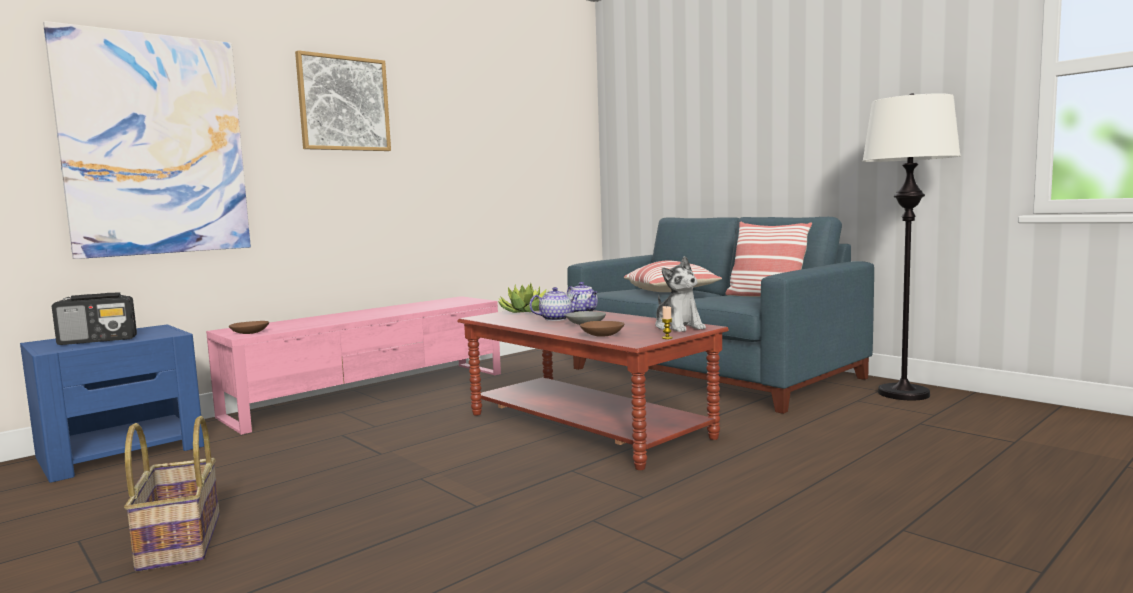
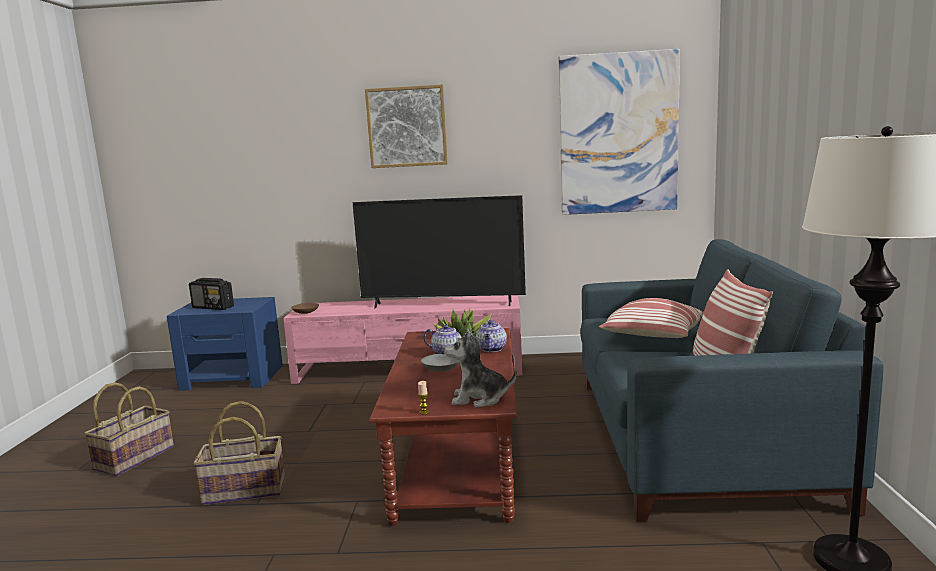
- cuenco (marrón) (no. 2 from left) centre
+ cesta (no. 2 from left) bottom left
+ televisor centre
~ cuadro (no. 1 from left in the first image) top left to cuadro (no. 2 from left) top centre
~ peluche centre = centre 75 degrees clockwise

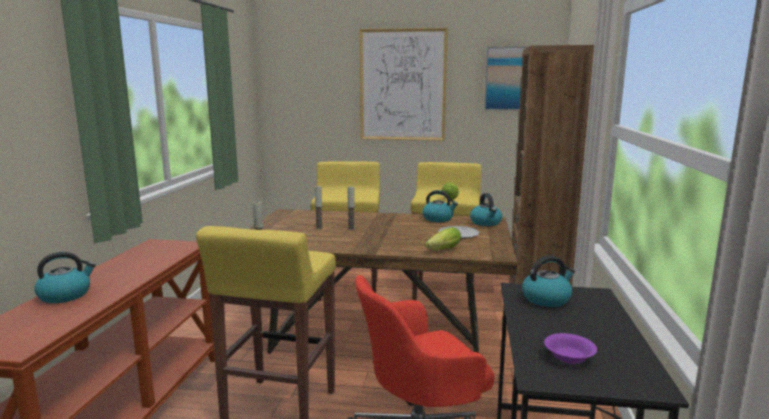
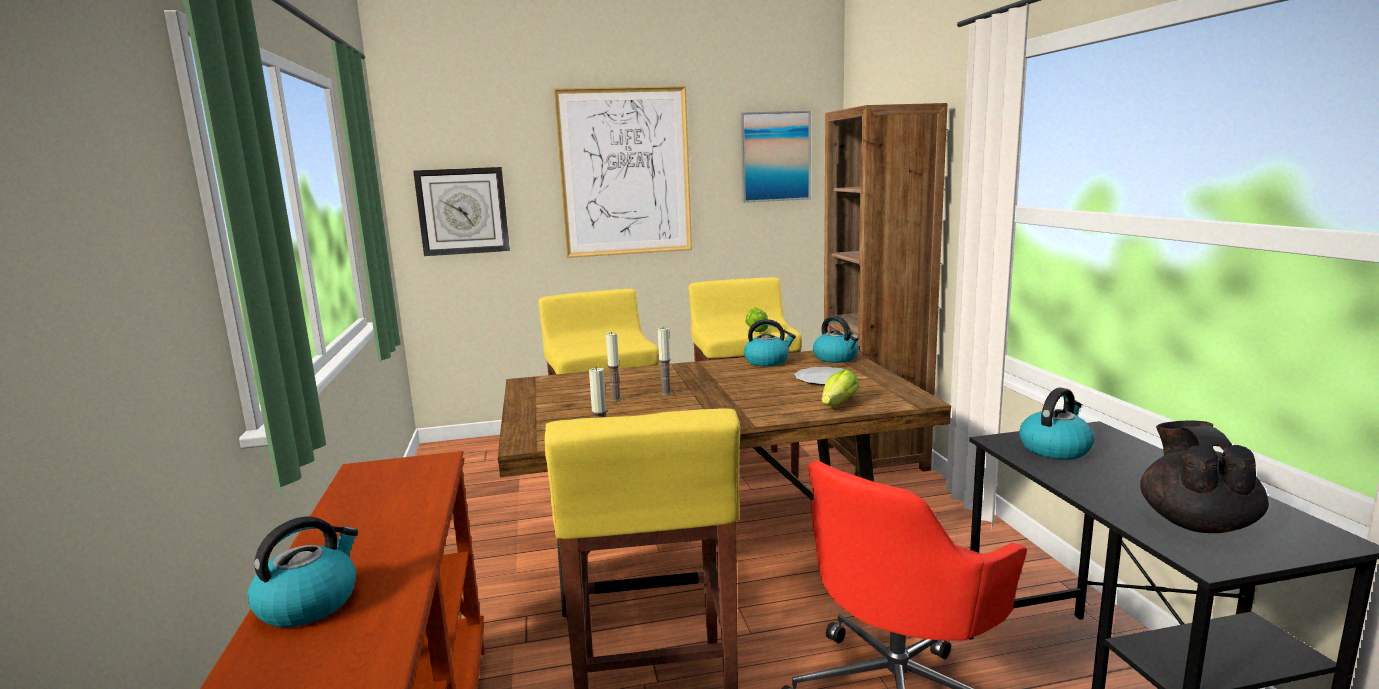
+ reloj de pared top centre
~ cuenco (morado) bottom right to tetera (negro) bottom right

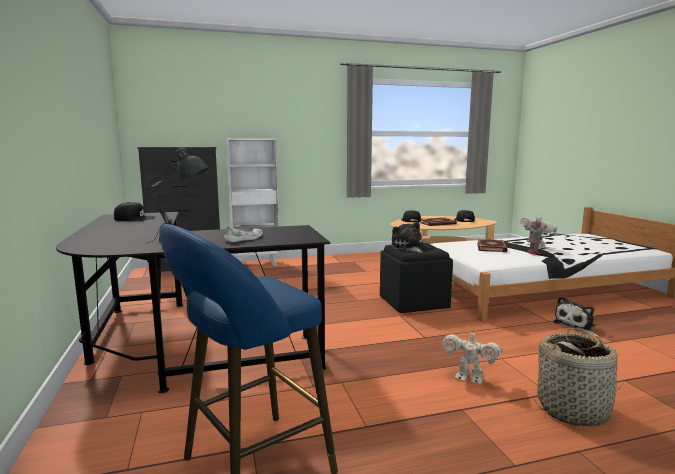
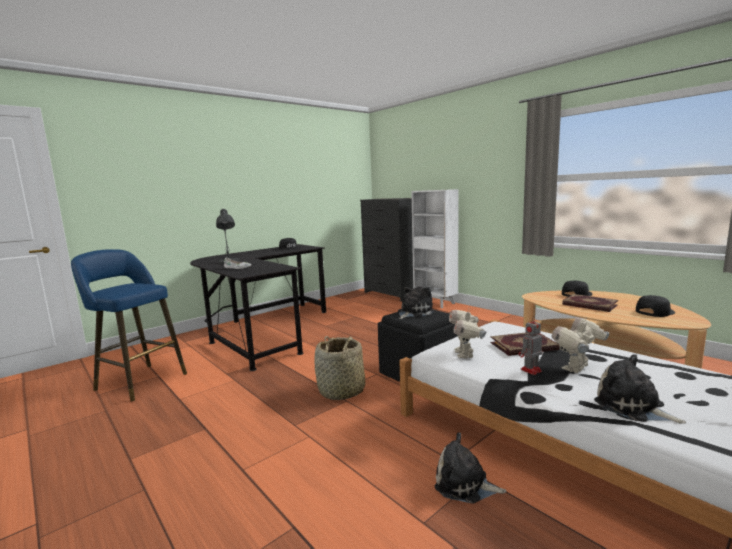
+ peluche (no. 3 from left) bottom right
~ robot de juguete (no. 1 from left) bottom right to centre
~ cesta bottom right to bottom centre

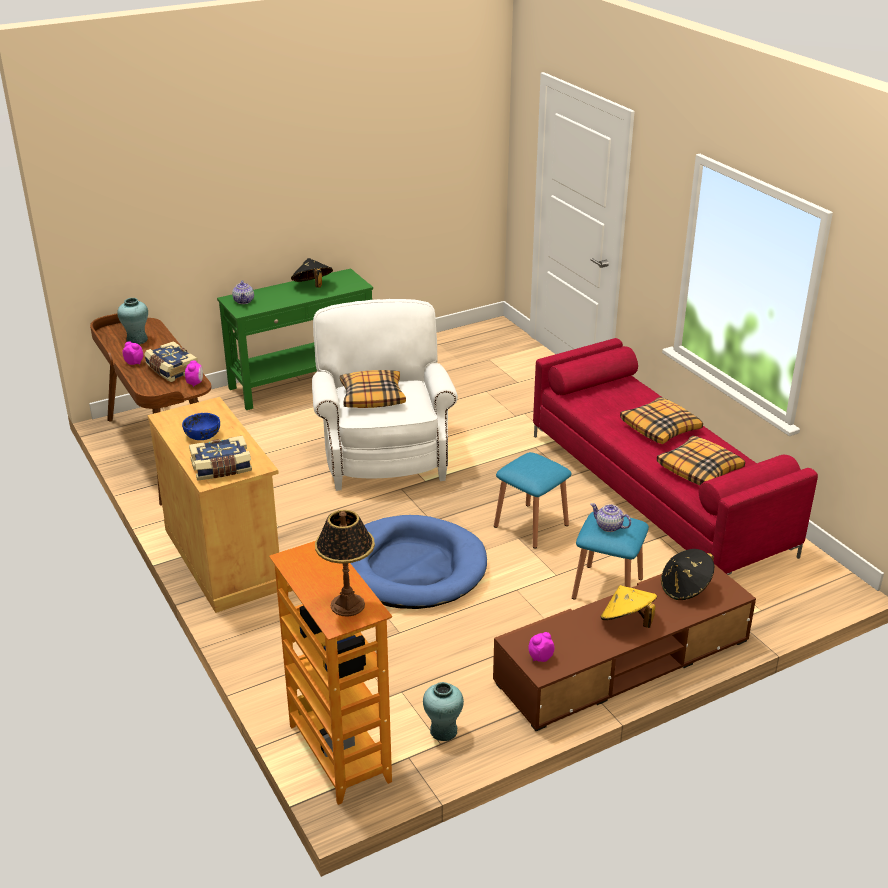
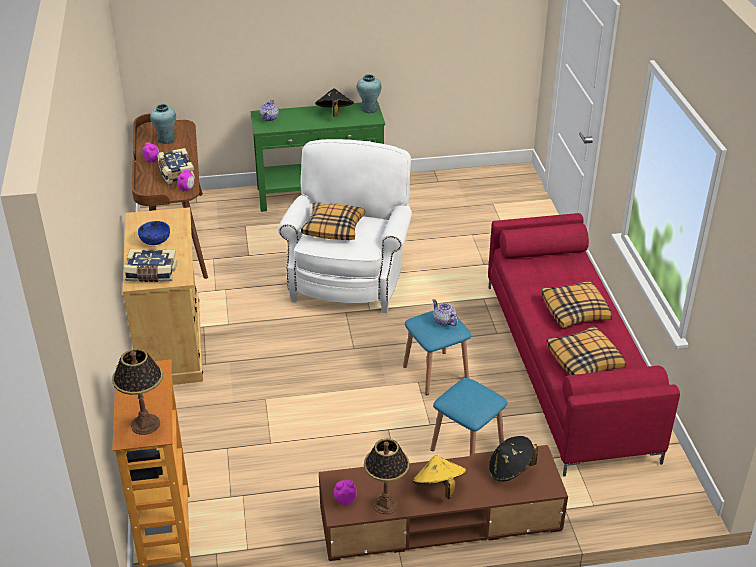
- cama para perro (azul) centre
+ lámpara de mesa (no. 2 from left) bottom centre
~ florero (turquesa) (no. 2 from left) bottom centre to top centre
~ tetera (no. 2 from left) middle right to centre

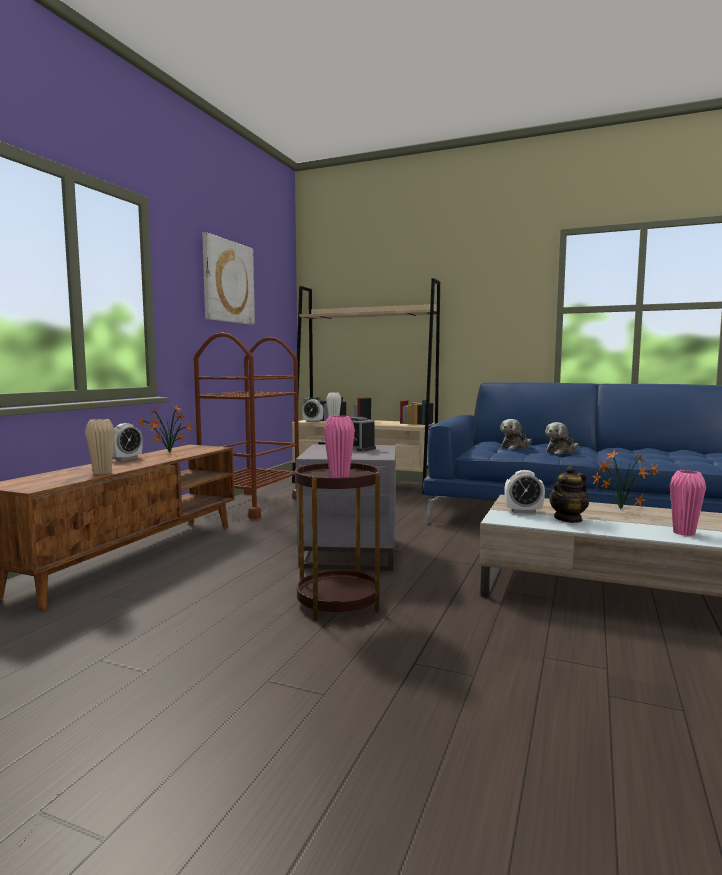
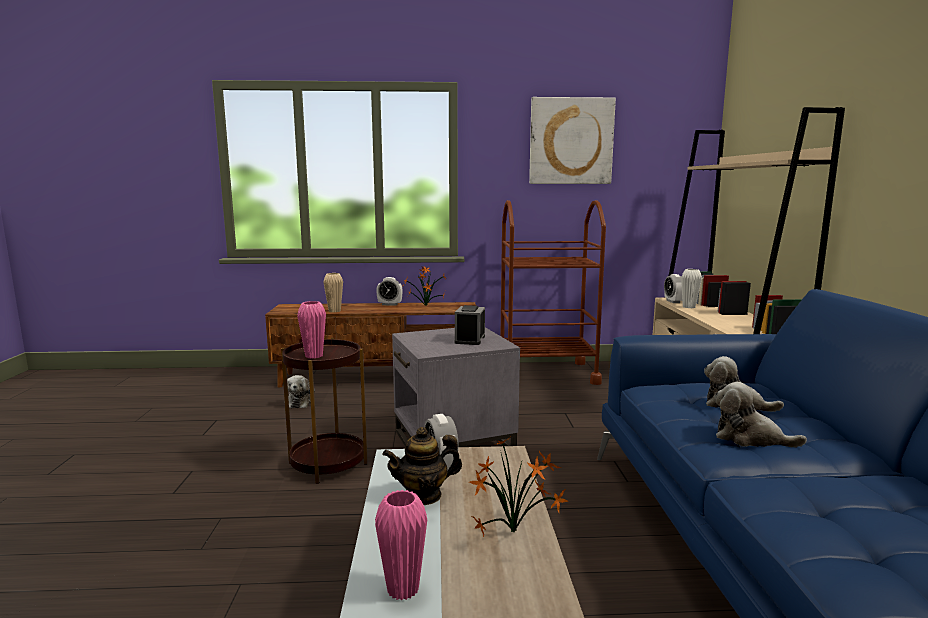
+ peluche (no. 1 from left) middle left
~ tetera middle right = bottom centre 45 degrees counterclockwise

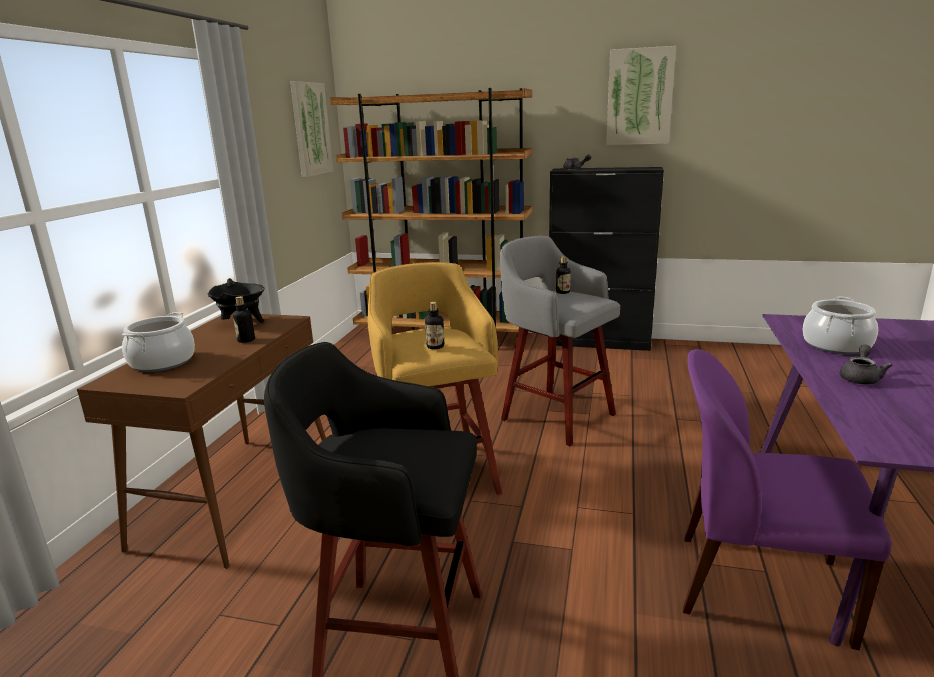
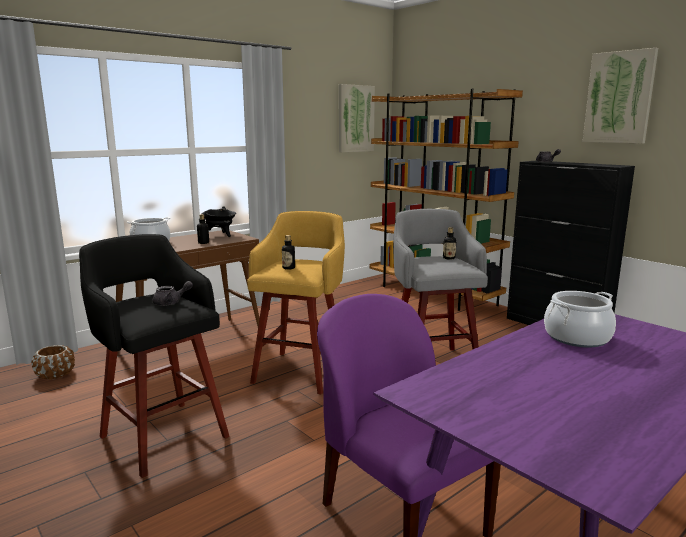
+ maceta (marrón) bottom left
~ tetera (gris) (no. 2 from left in the first image) middle right to tetera (gris) (no. 1 from left) middle left

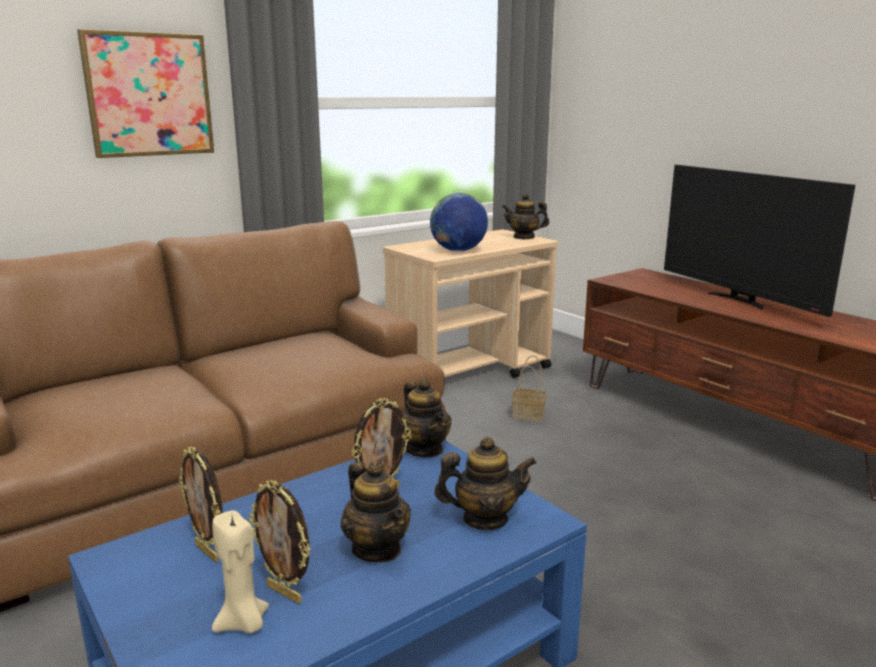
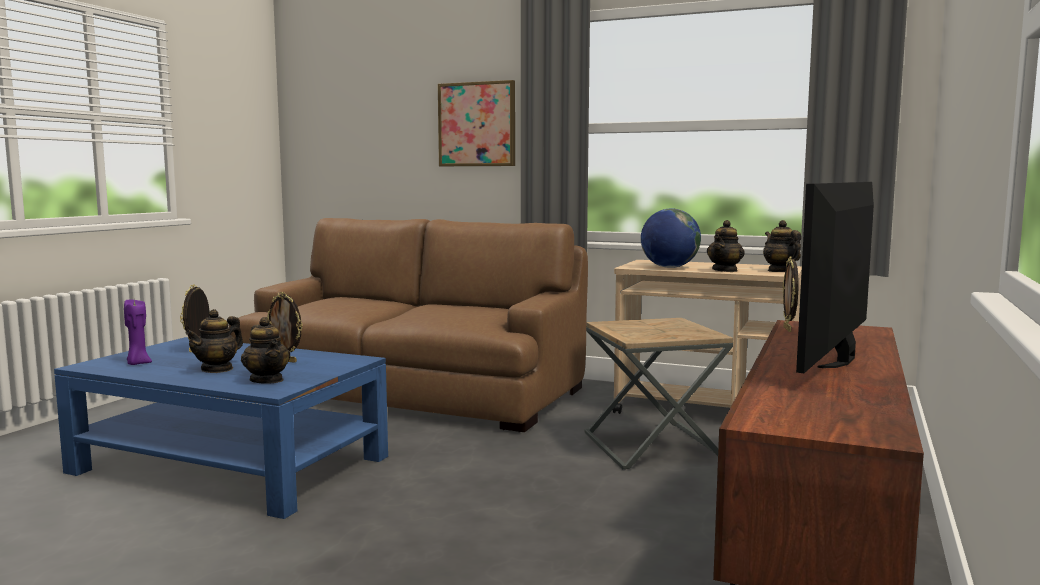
~ portarretratos (no. 2 from left in the first image) bottom left to portarretratos (no. 3 from left) middle right
~ tetera (no. 2 from left in the first image) centre to tetera (no. 3 from left) middle right
~ cesta centre to mesa auxiliar (marrón) bottom centre
~ vela (beis) bottom left to vela (morado) middle left

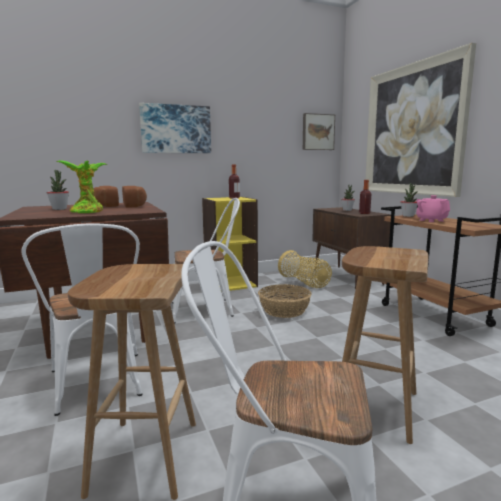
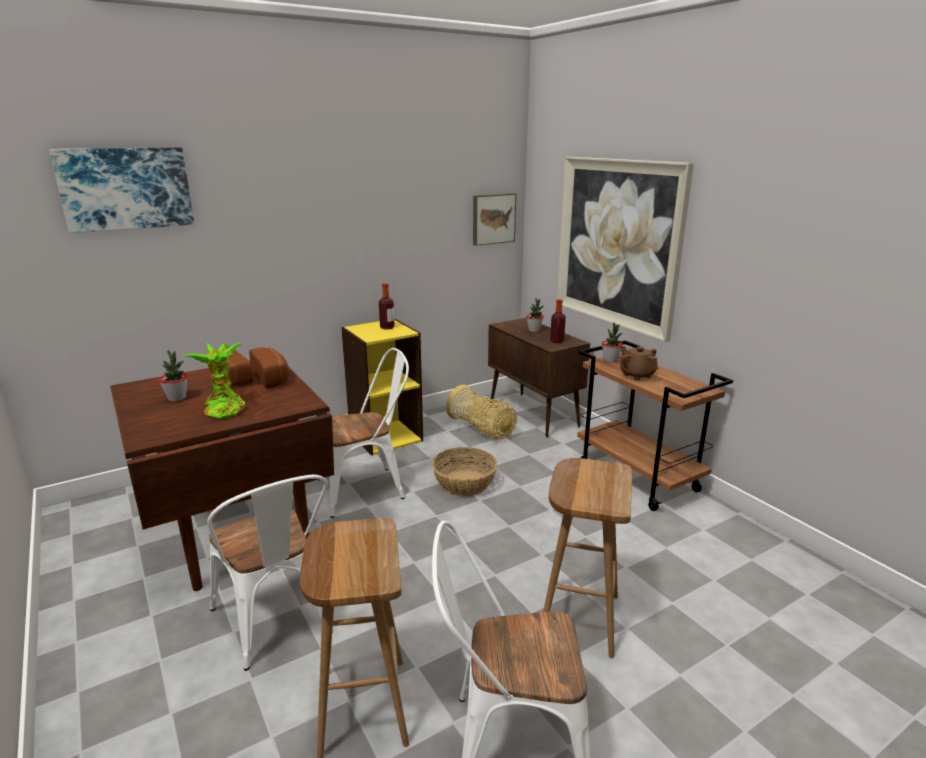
~ cuadro (no. 1 from left) top centre to top left
~ tetera (rosa) middle right to tetera (marrón) middle right

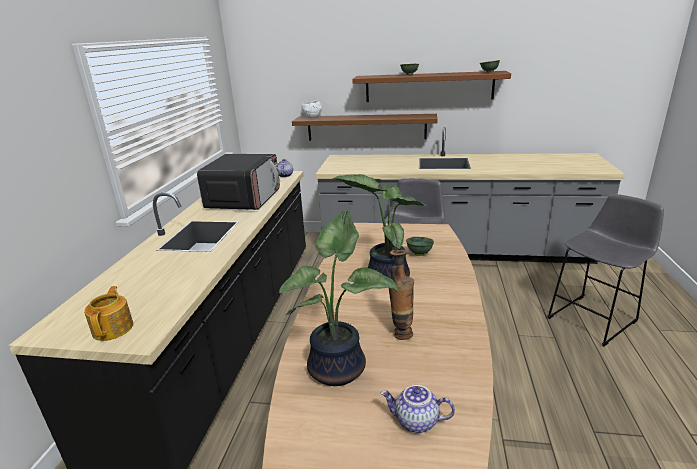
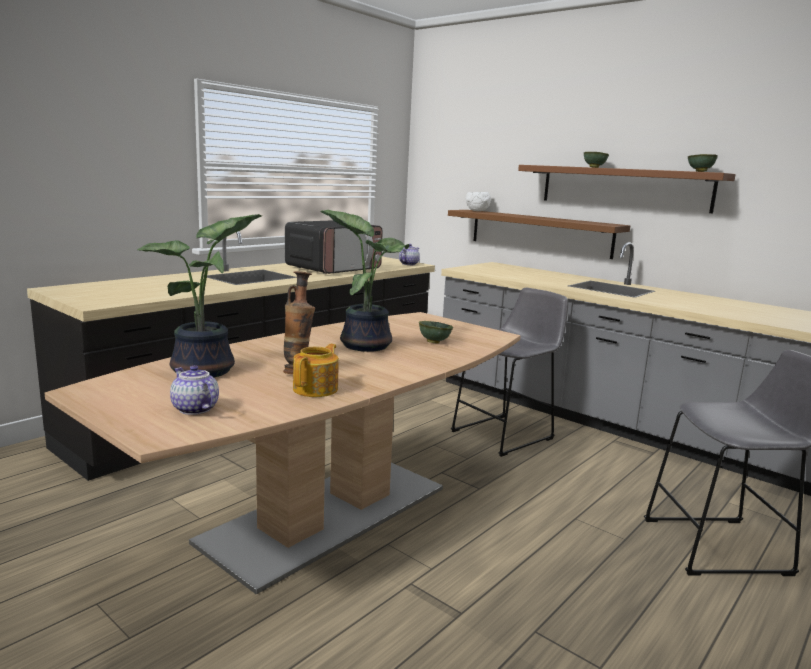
~ tetera (no. 1 from left in the first image) bottom left to tetera (no. 2 from left) centre

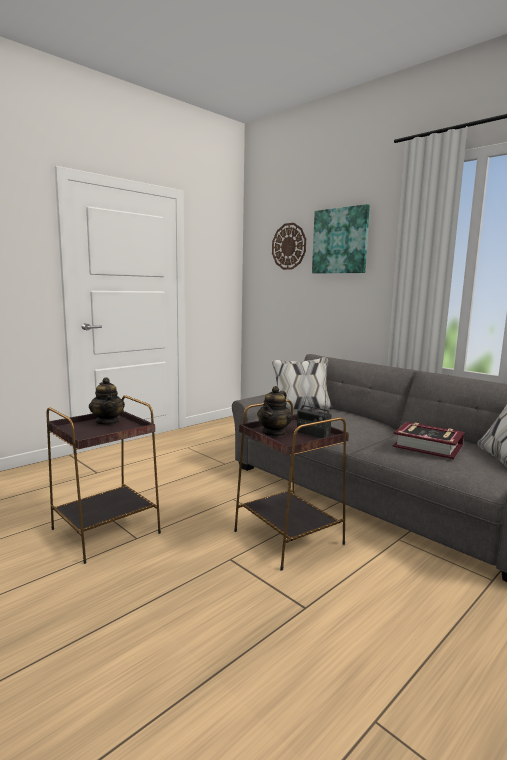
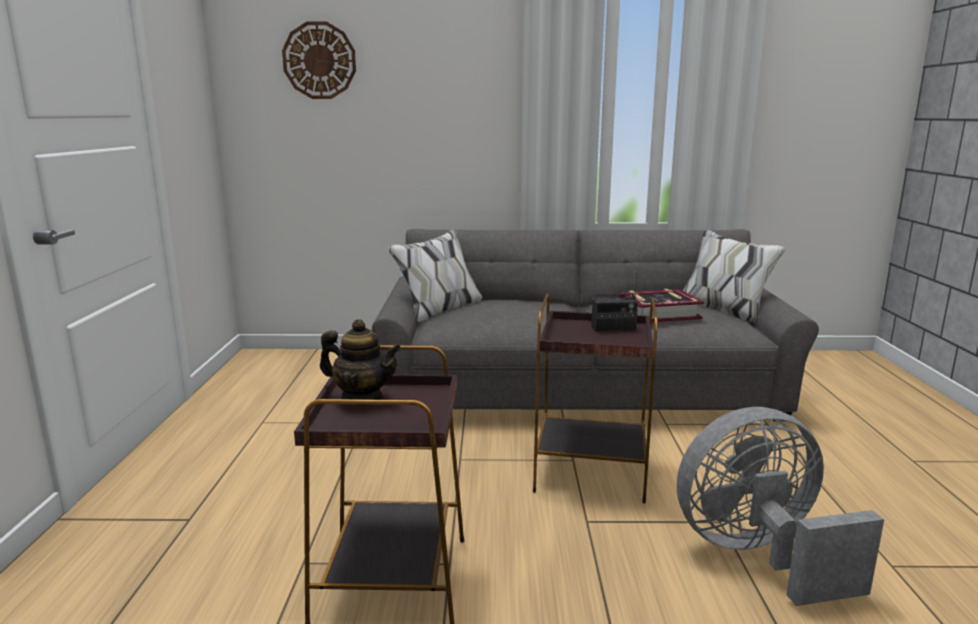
- tetera (no. 2 from left) centre
- cuadro top right
+ ventilador (gris) bottom right

